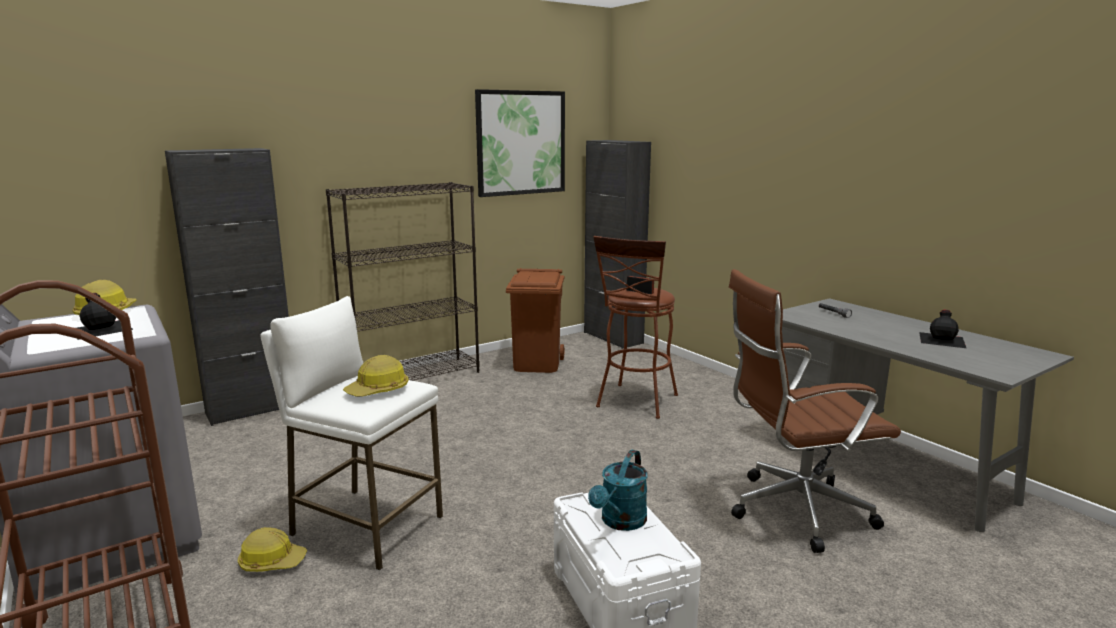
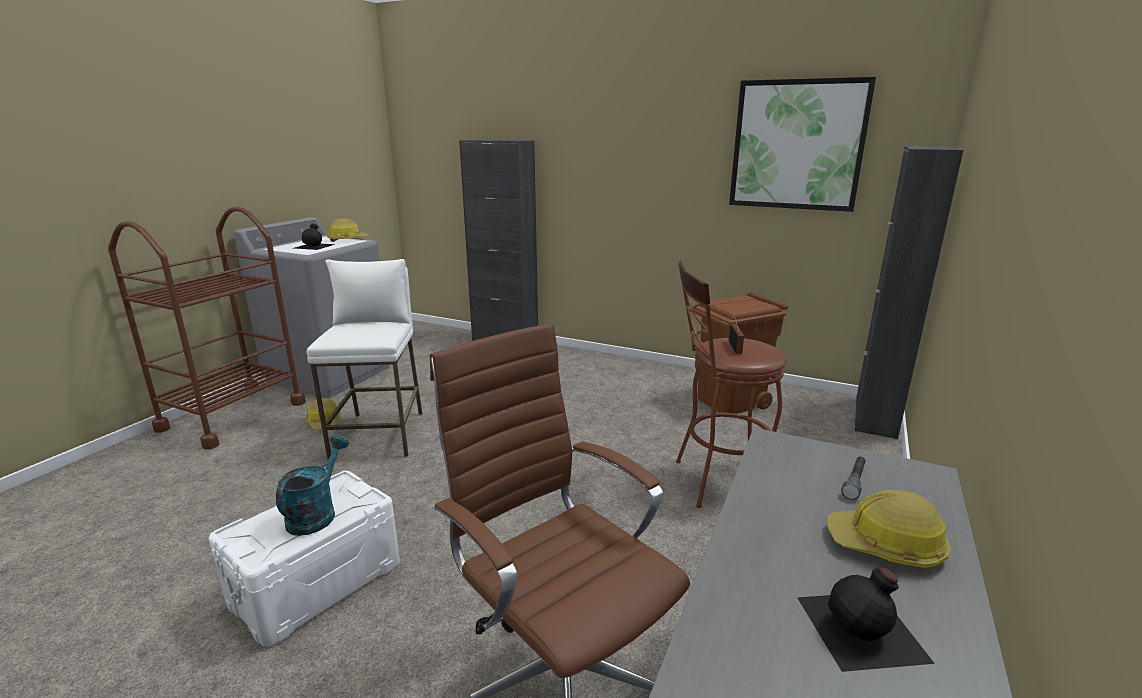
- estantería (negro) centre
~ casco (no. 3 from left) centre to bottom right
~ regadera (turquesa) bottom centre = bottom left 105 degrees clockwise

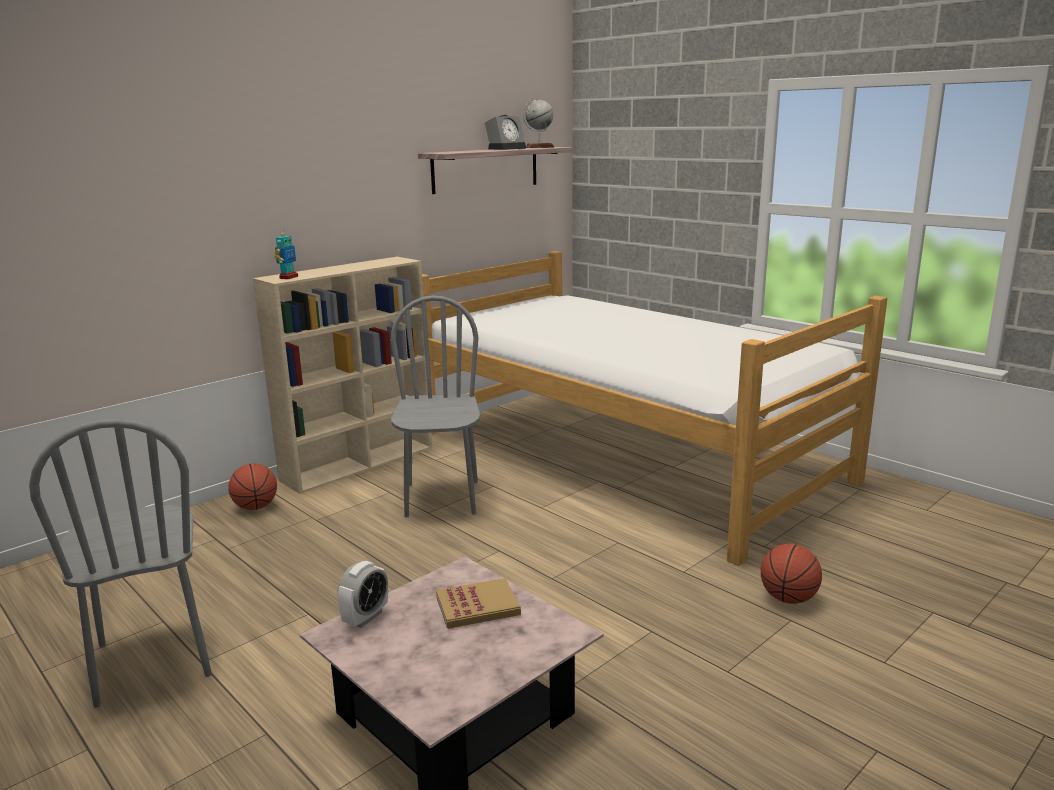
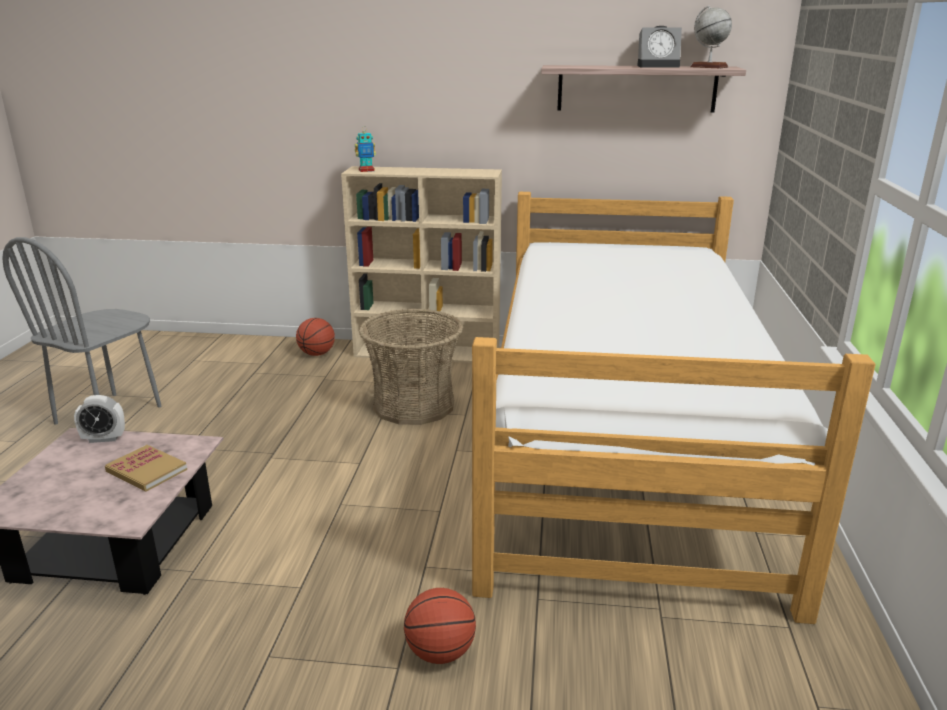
~ silla (gris) (no. 2 from left) centre to cesta centre

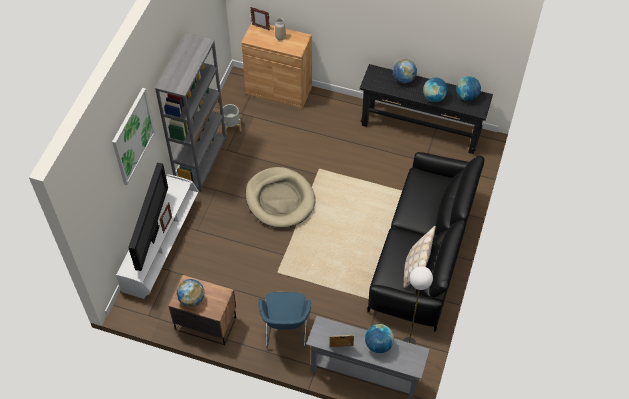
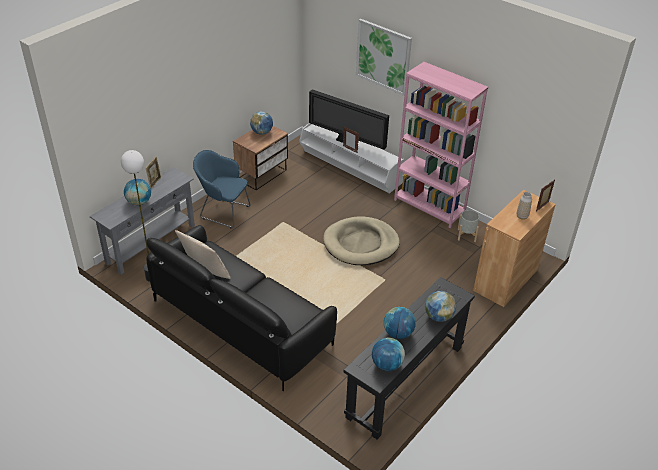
~ estantería (gris) top left to estantería (rosa) top right

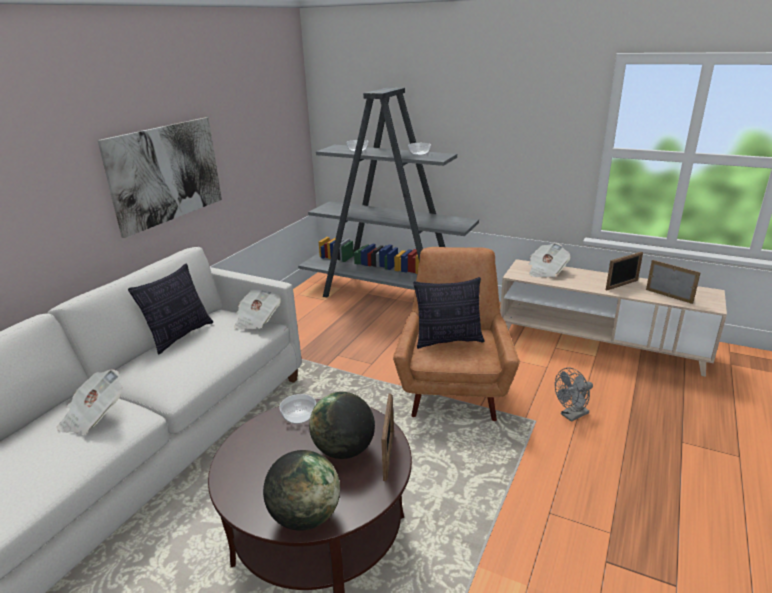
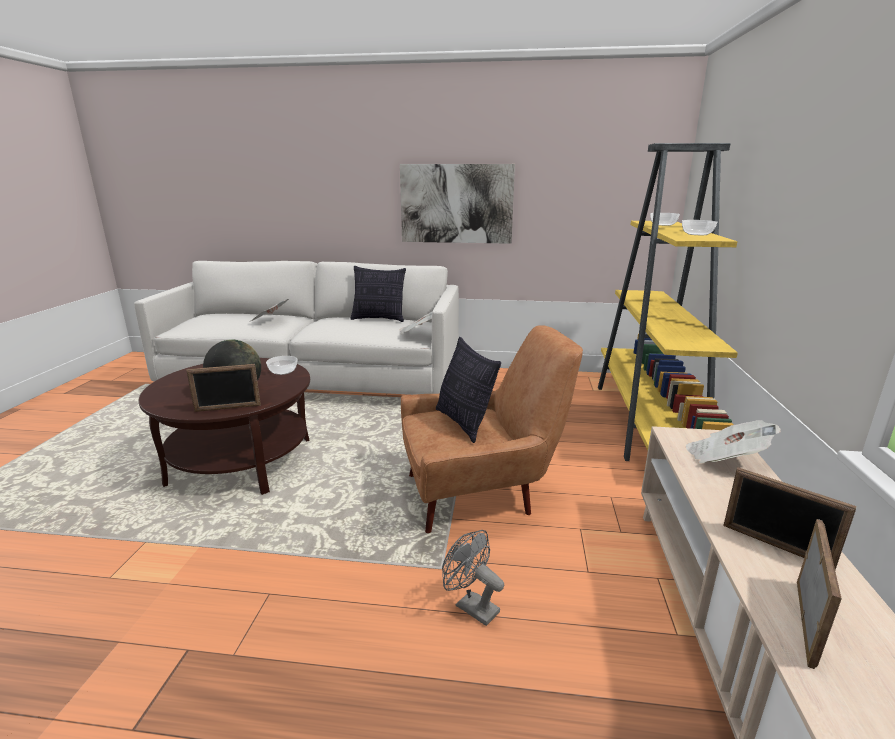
- globo terráqueo (no. 1 from left) bottom centre
~ estantería (gris) top centre to estantería (amarillo) middle right

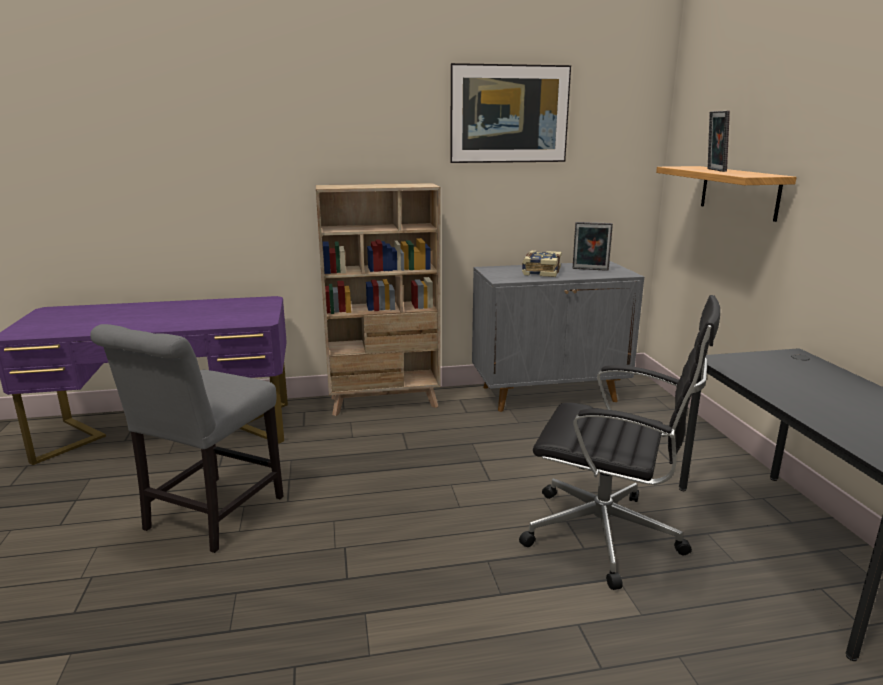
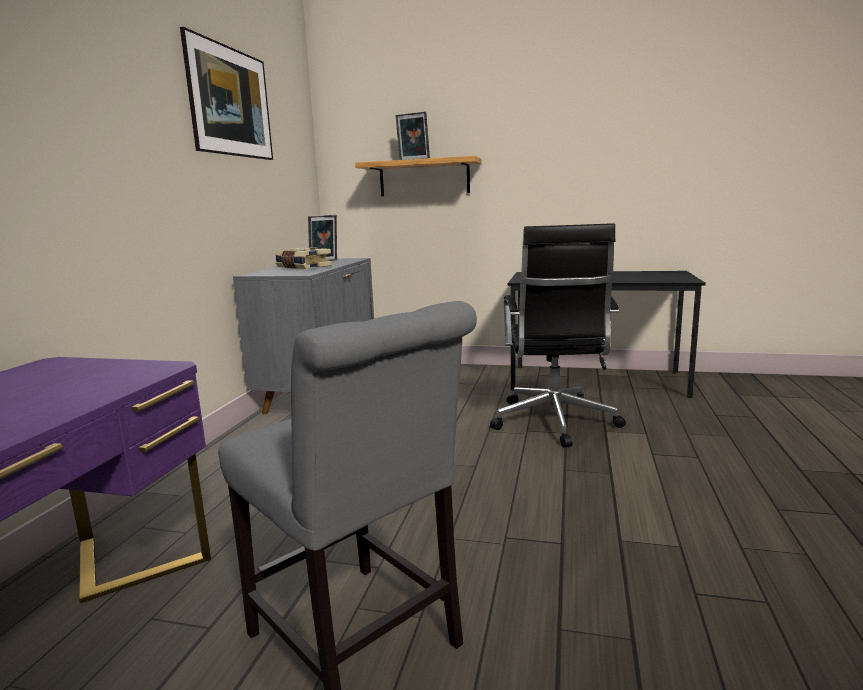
- estantería (beis) centre
~ silla de oficina (negro) middle right = centre 135 degrees clockwise

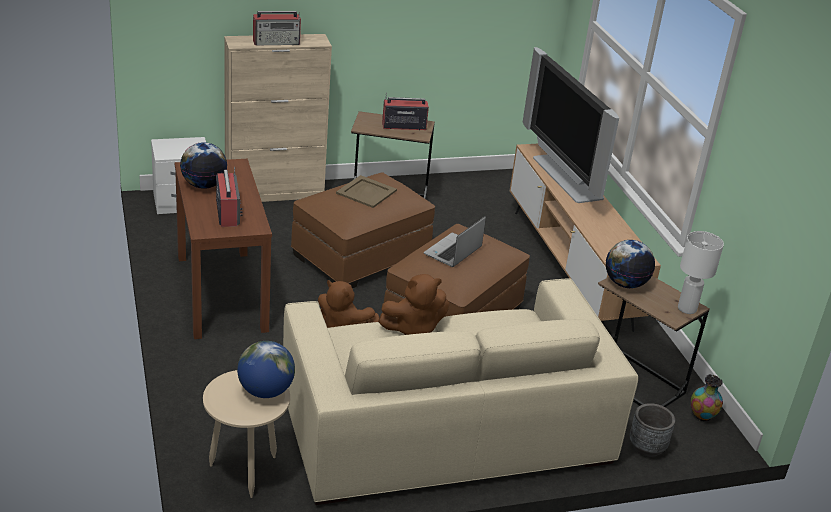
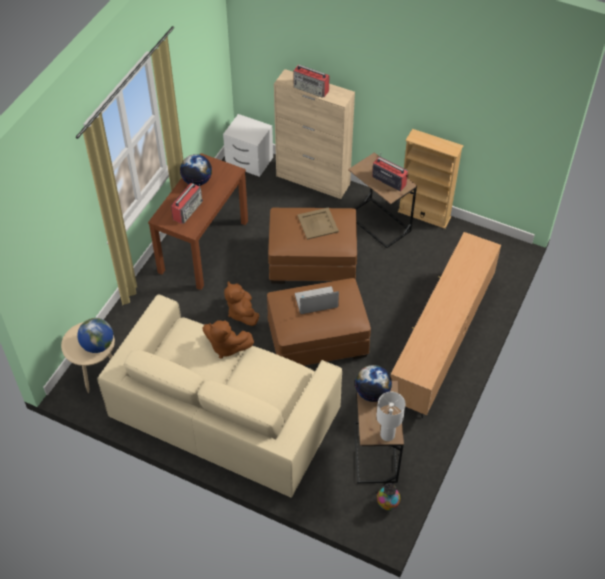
- televisor top right
- maceta (gris) bottom right
+ estantería (beis) top right

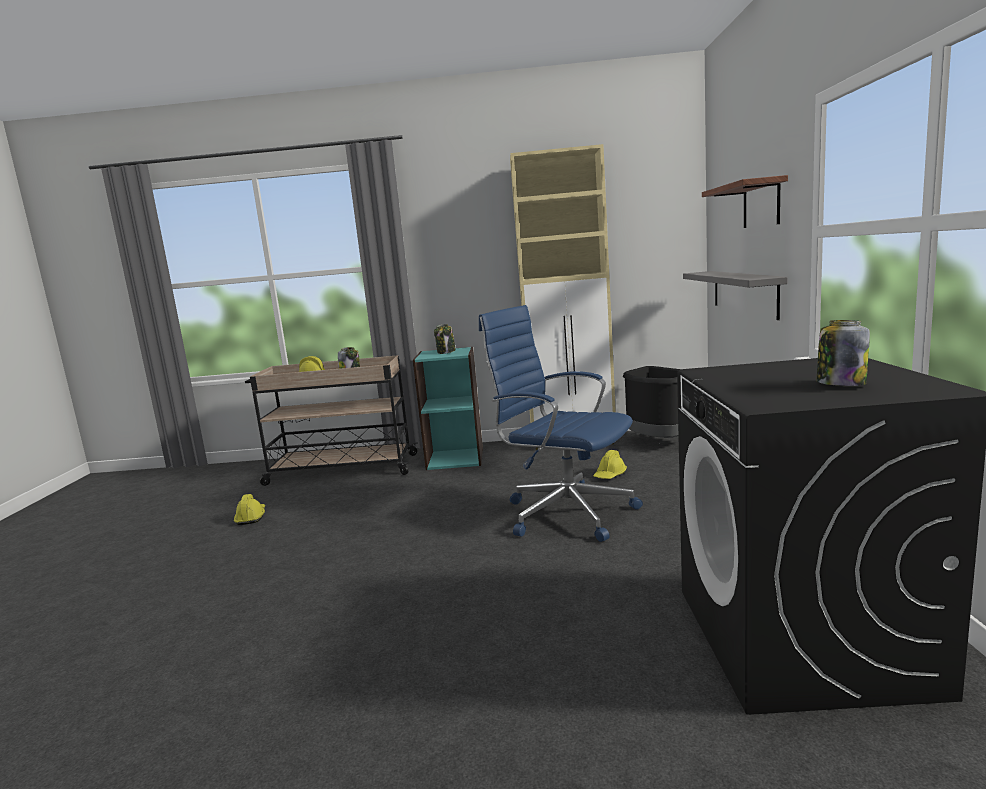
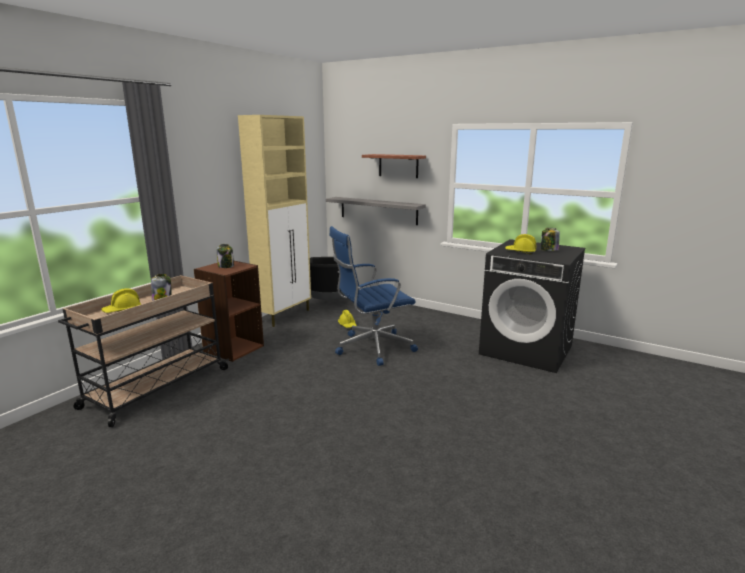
~ casco (amarillo) (no. 1 from left in the first image) middle left to casco (amarillo) (no. 3 from left) middle right
~ estantería (turquesa) centre to estantería (marrón) middle left

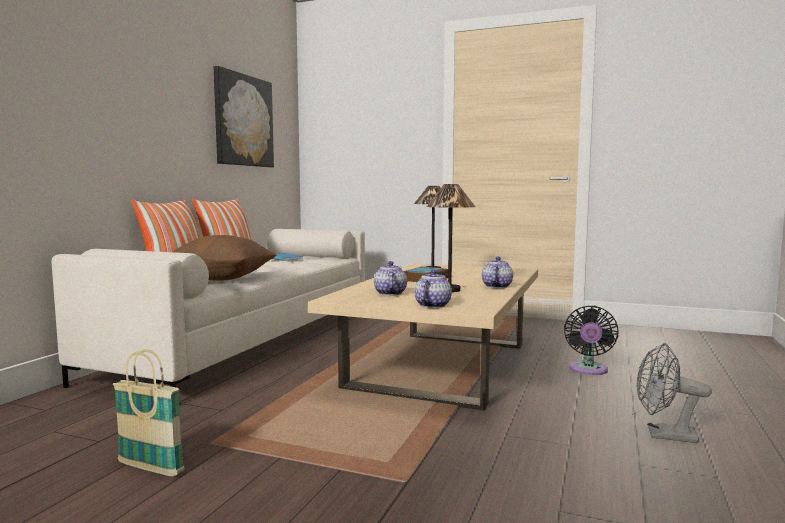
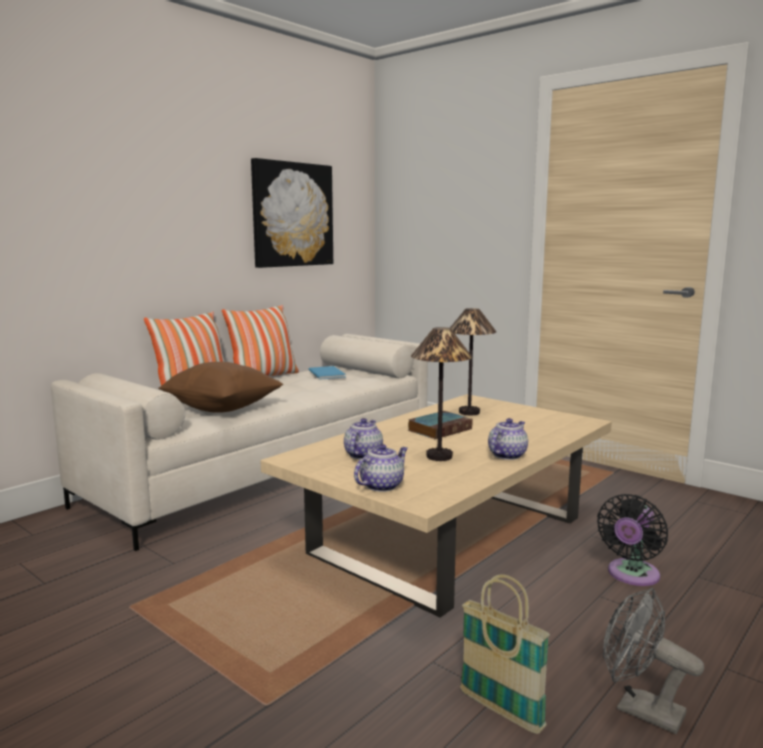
~ cesta bottom left to bottom centre

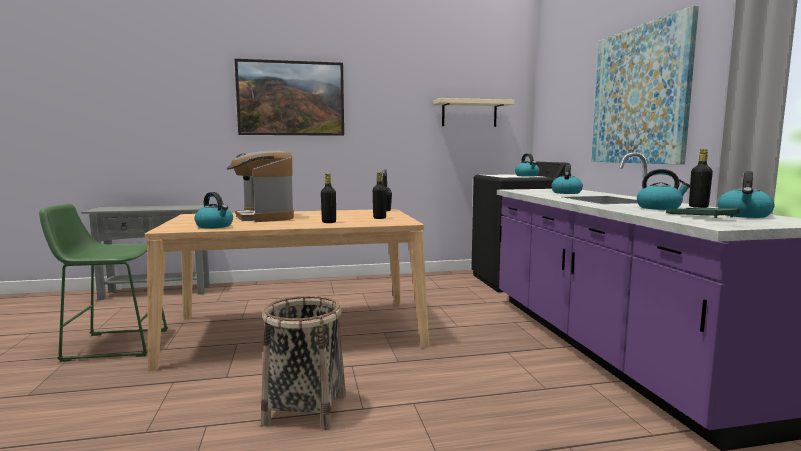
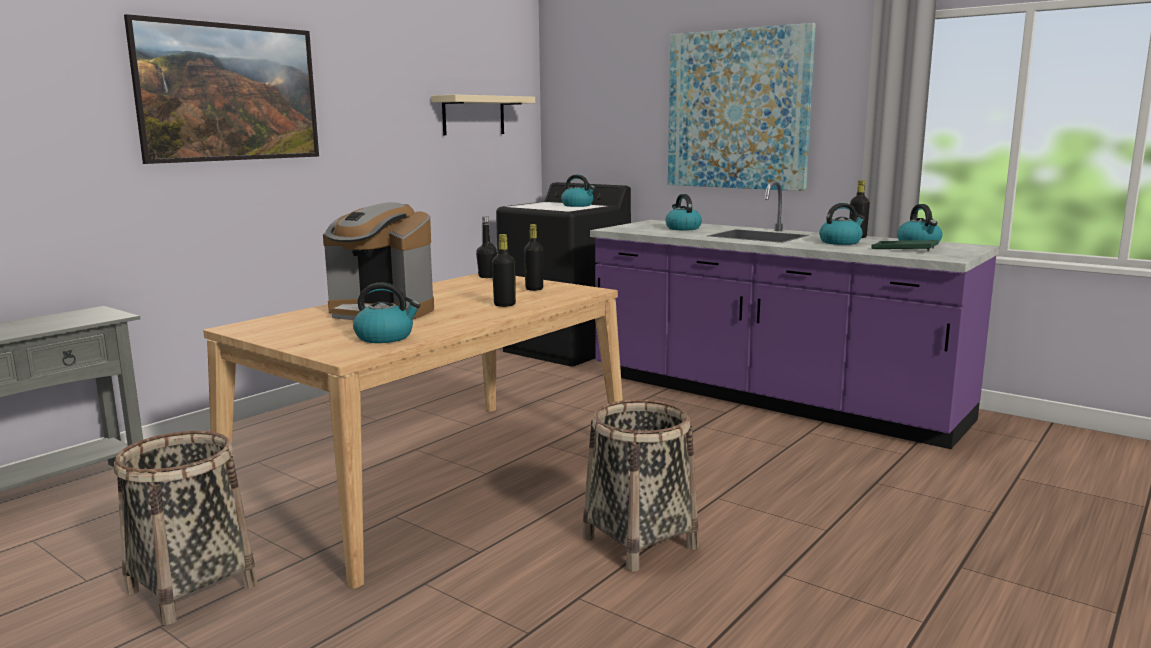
~ taburete (verde) middle left to cesta (no. 1 from left) bottom left

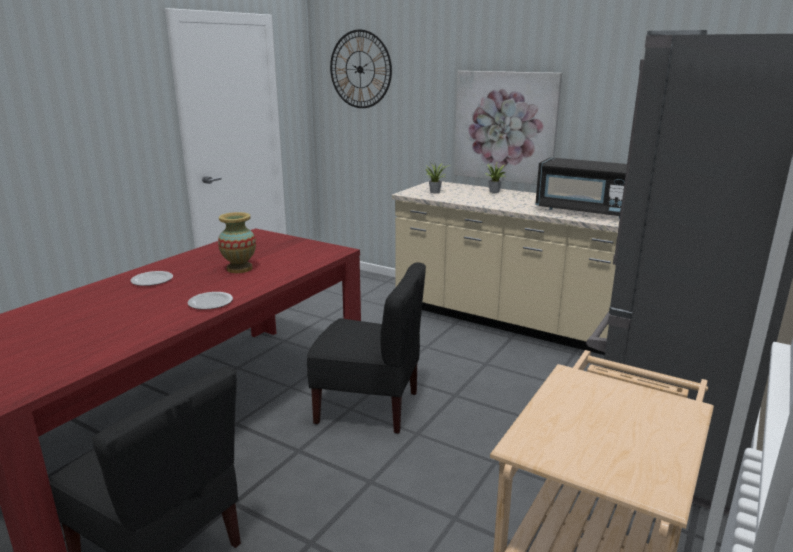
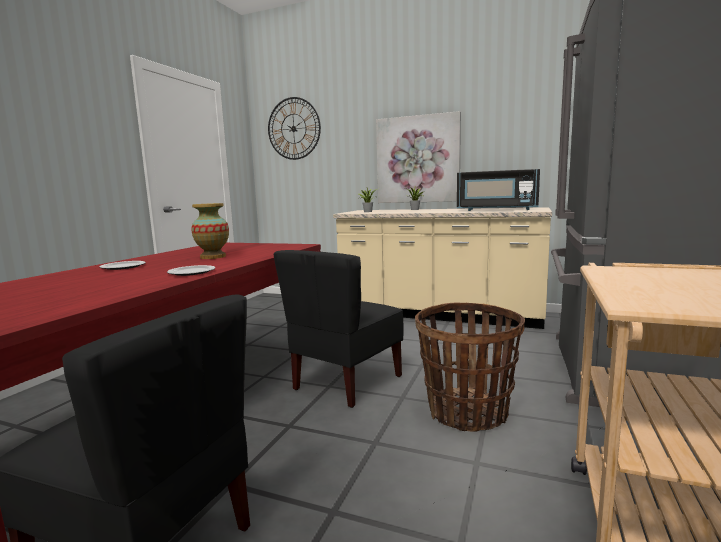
+ cesta bottom centre
~ silla (negro) (no. 2 from left) centre = centre 120 degrees clockwise

